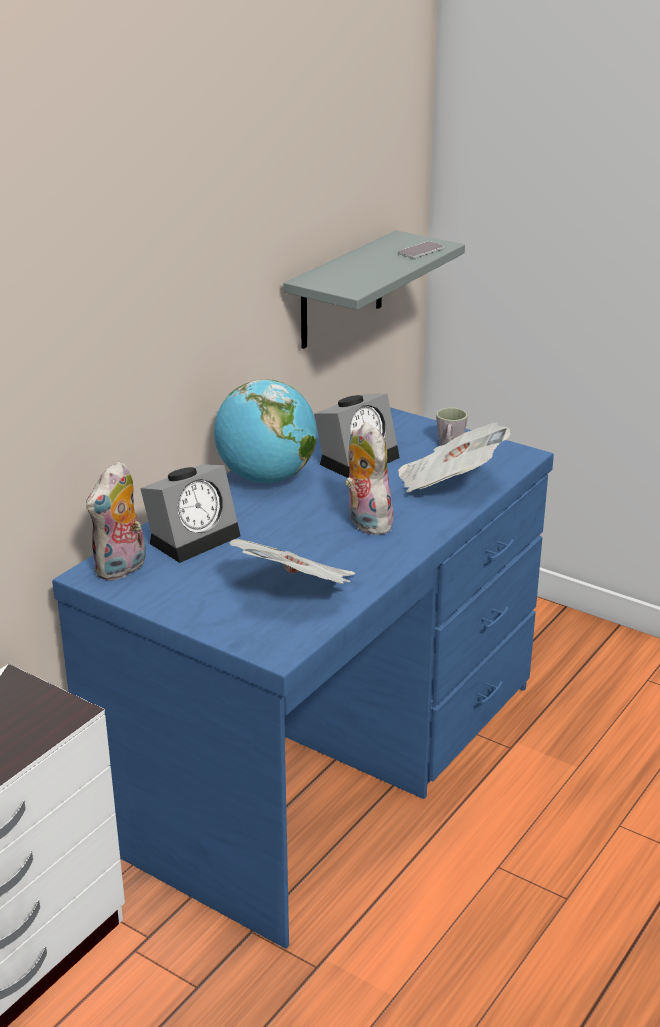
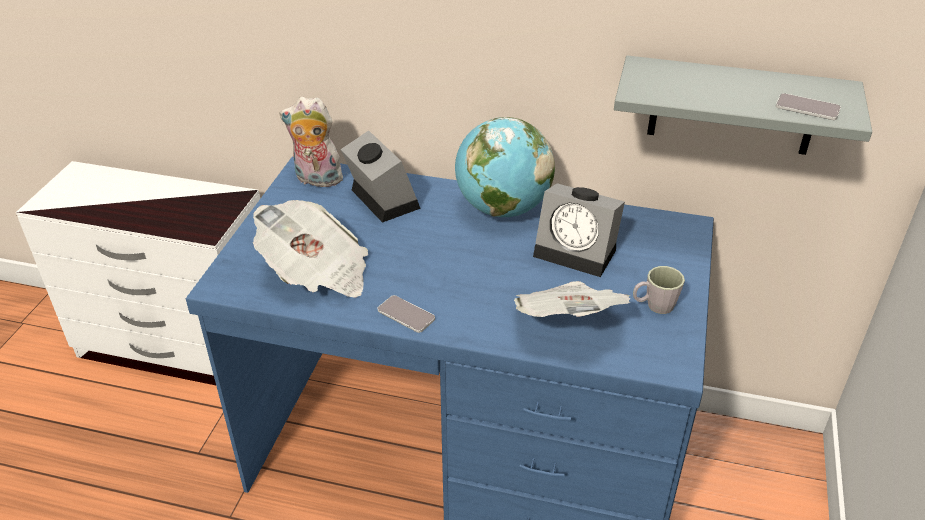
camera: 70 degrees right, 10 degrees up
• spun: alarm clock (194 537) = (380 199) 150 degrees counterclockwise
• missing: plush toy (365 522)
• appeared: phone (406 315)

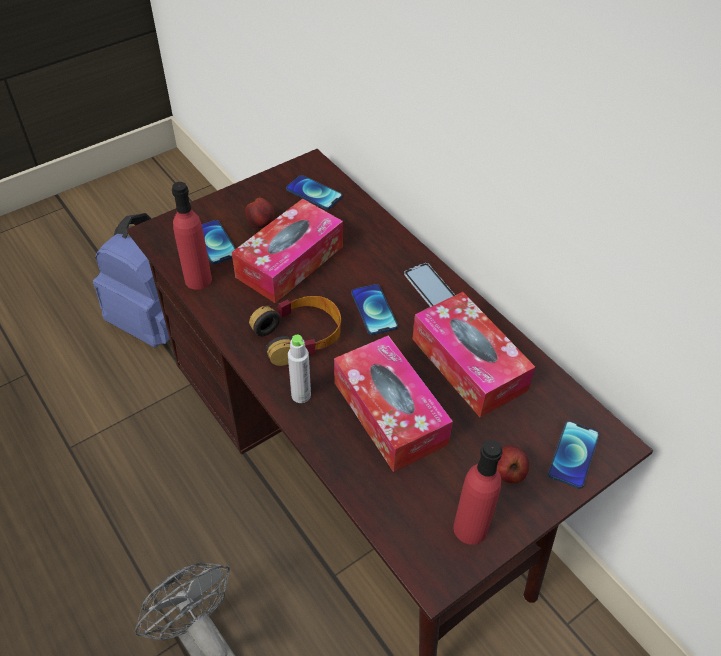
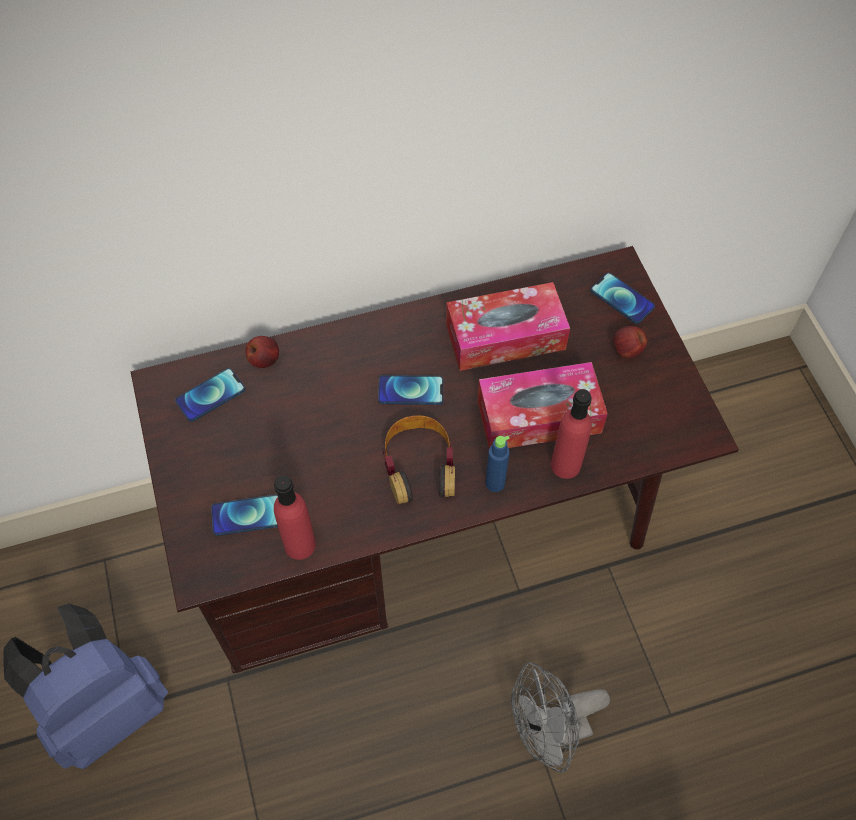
camera: 70 degrees left, 10 degrees up
• missing: tissue box (290 261)
• relocated: apple (261 224) to (264 360)
• colour: grey bottle (301 395) to blue bottle (495 483)
• missing: phone (430 287)
• relocated: red bottle (470 528) to (565 465)

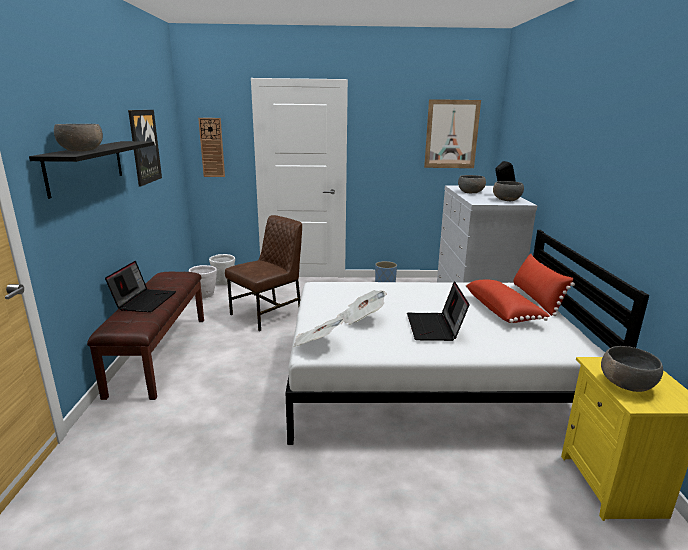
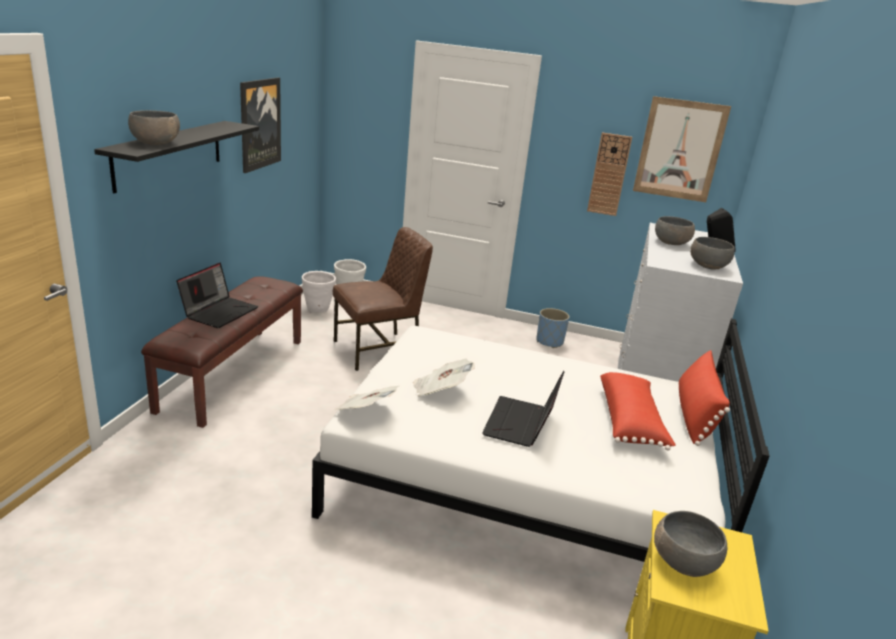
camera: 15 degrees right, 5 degrees up
• relocated: wall clock (212 147) to (609 174)

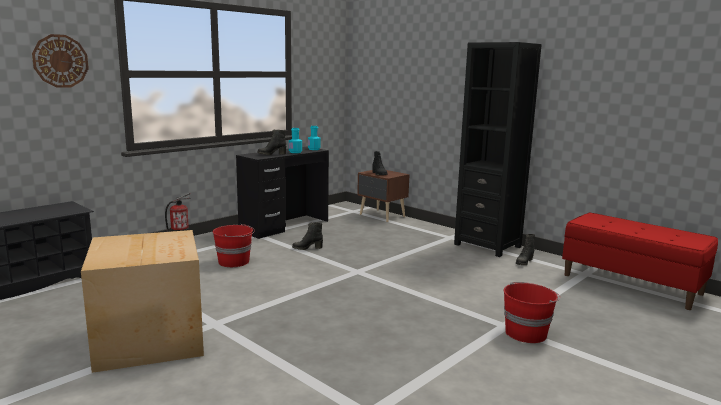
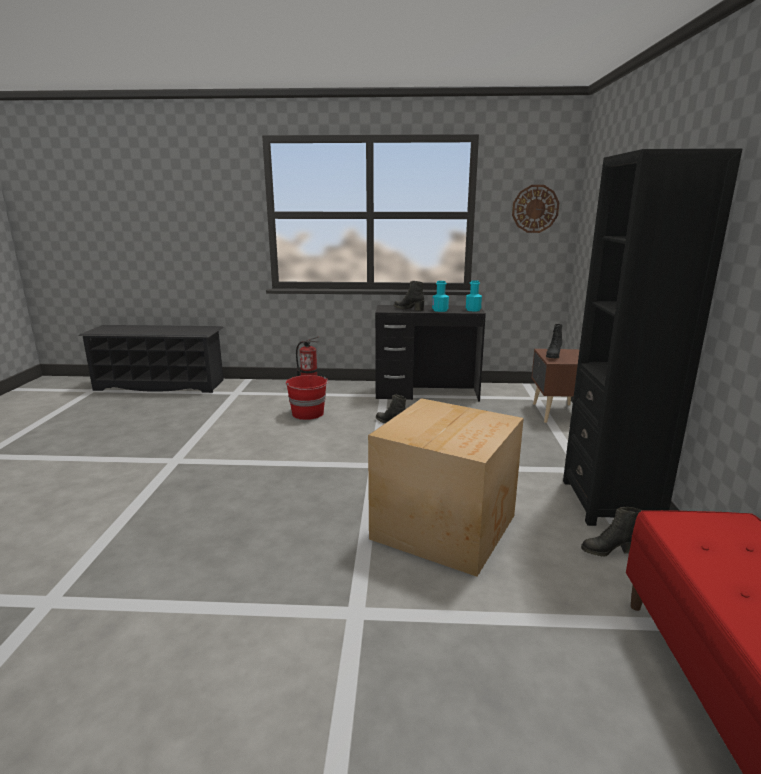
camera: 50 degrees right, 5 degrees up
• relocated: wall clock (60 61) to (535 209)
• relocated: cardboard box (151 338) to (446 526)
• missing: red bucket (526 333)

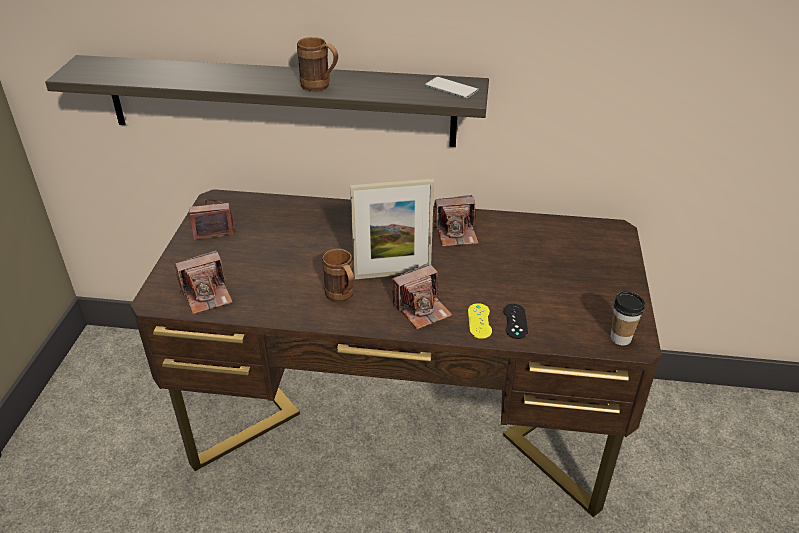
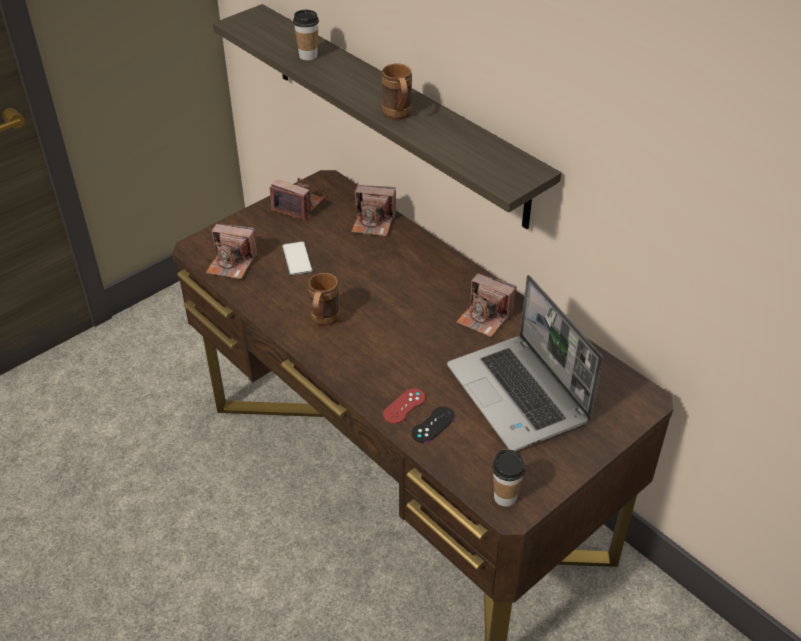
camera: 40 degrees right, 5 degrees up
• missing: picture frame (392 274)
• relocated: photo camera (422 309) to (373 222)
• relocated: phone (451 88) to (297 258)
• colour: yellow game controller (479 321) to red game controller (404 406)
• appeared: cup (308 56)
• appeared: laptop (519 395)

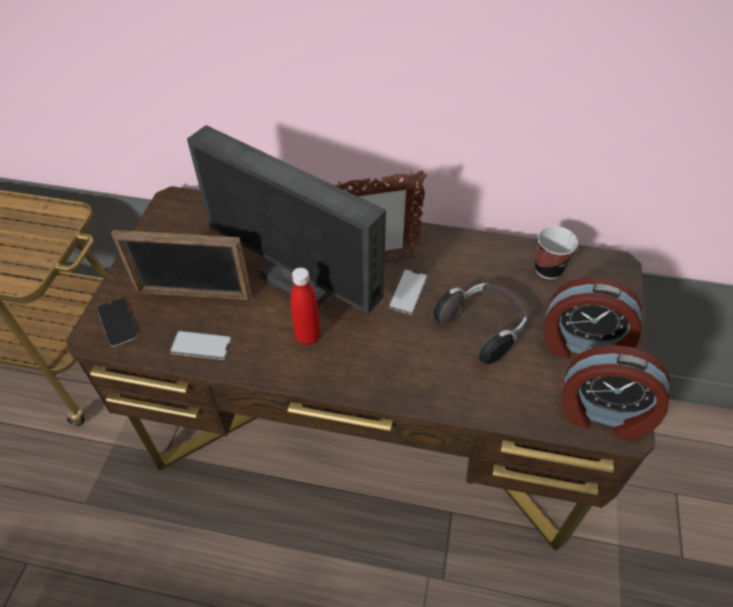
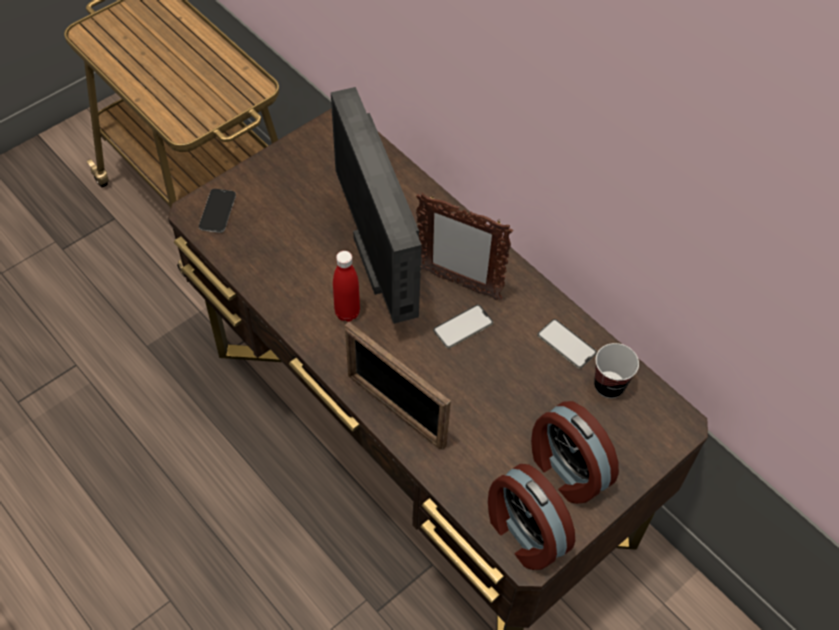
camera: 35 degrees right, 5 degrees up
• relocated: picture frame (194 295) to (395 410)
• relocated: phone (201 345) to (566 344)
• missing: headphones (482 329)

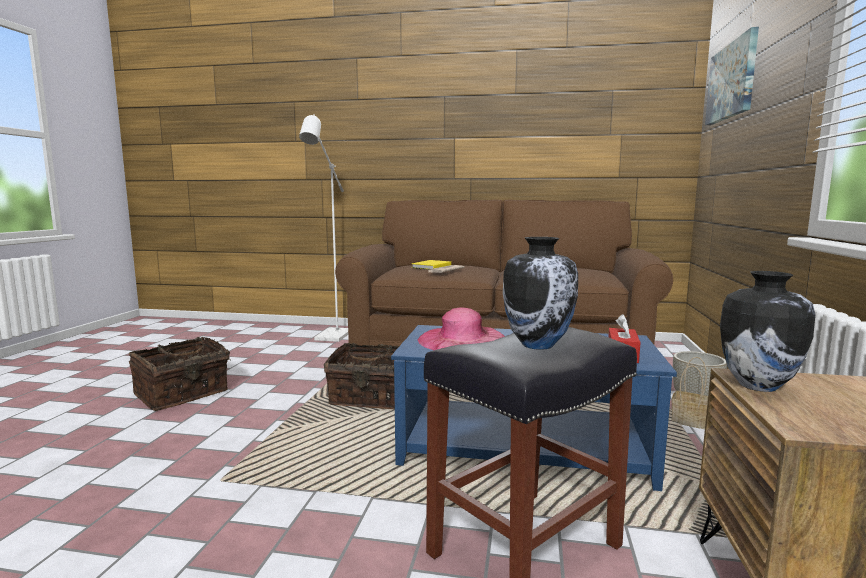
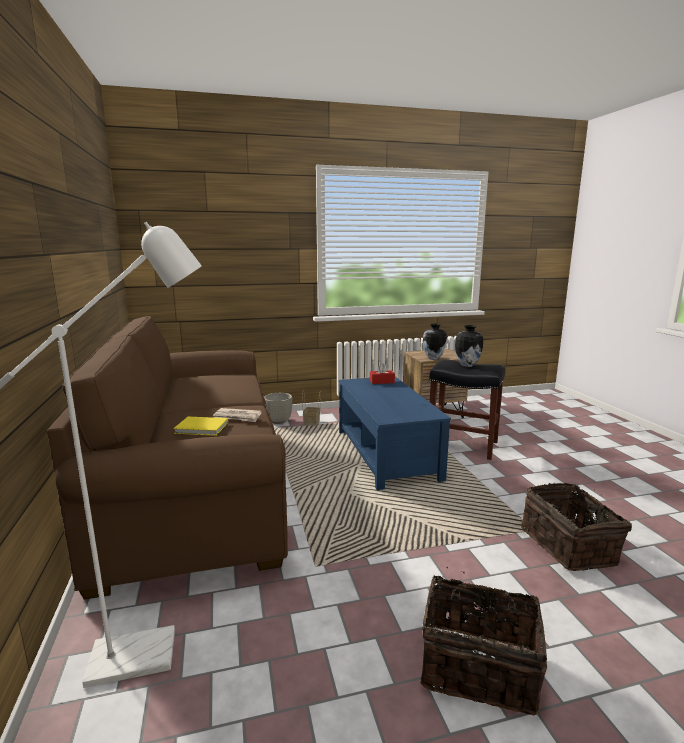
camera: 115 degrees left, 5 degrees up
• relocated: basket (371 398) to (570 545)
• missing: pink hat (462 340)
• missing: picture (732 81)

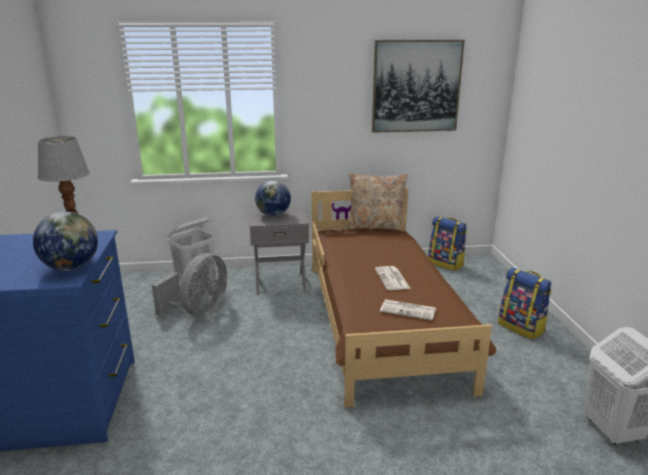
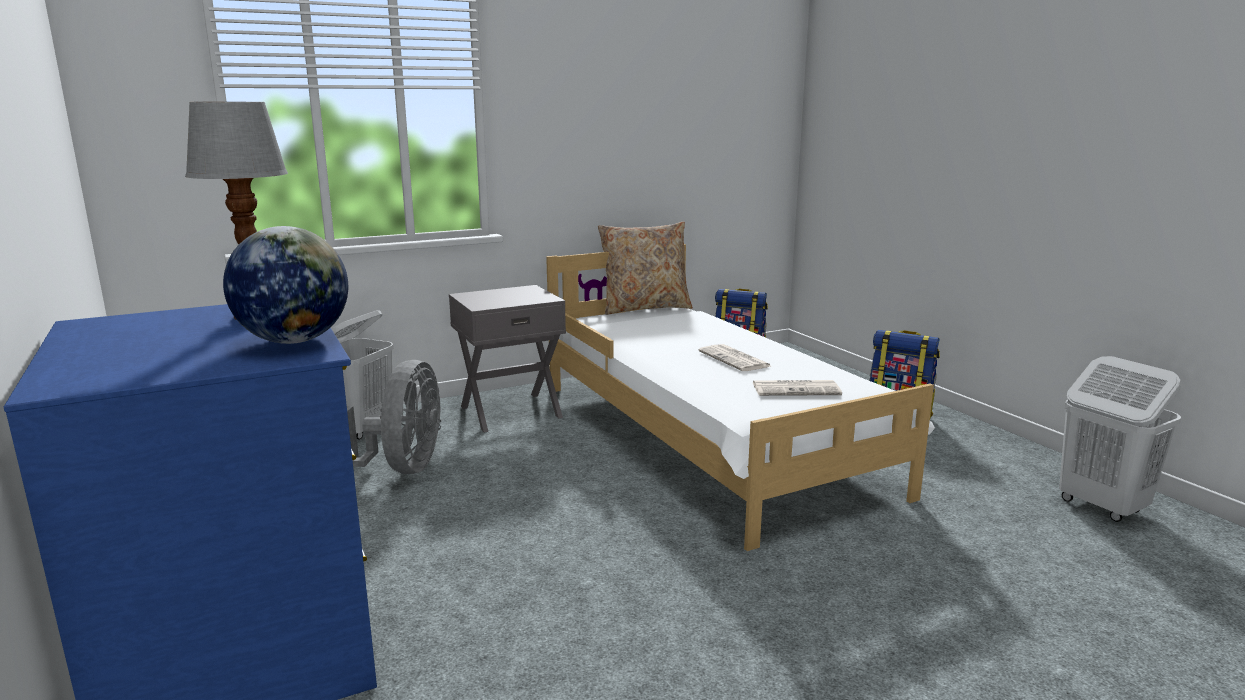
camera: 20 degrees left, 5 degrees down
• missing: globe (273 215)
• colour: brown bed (381 321) to white bed (709 437)
• missing: picture (416 86)

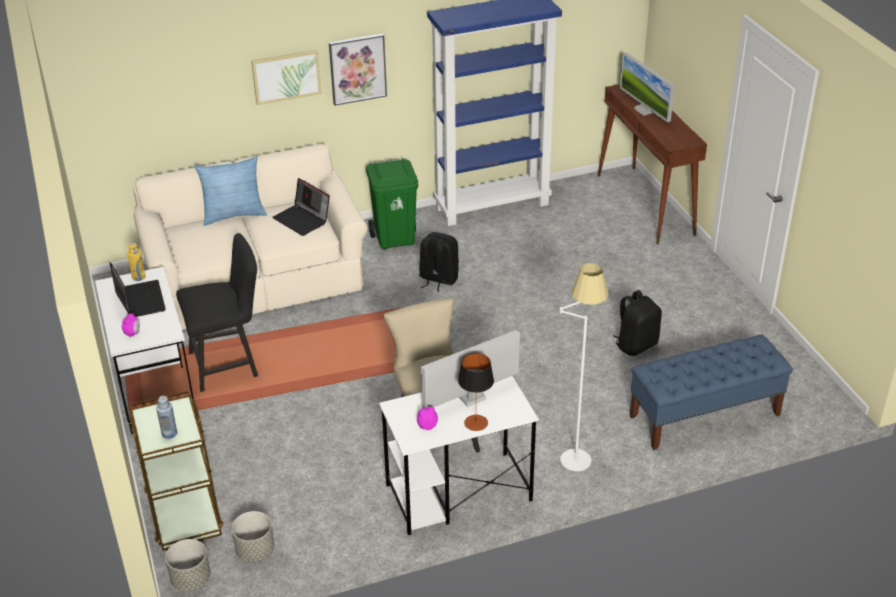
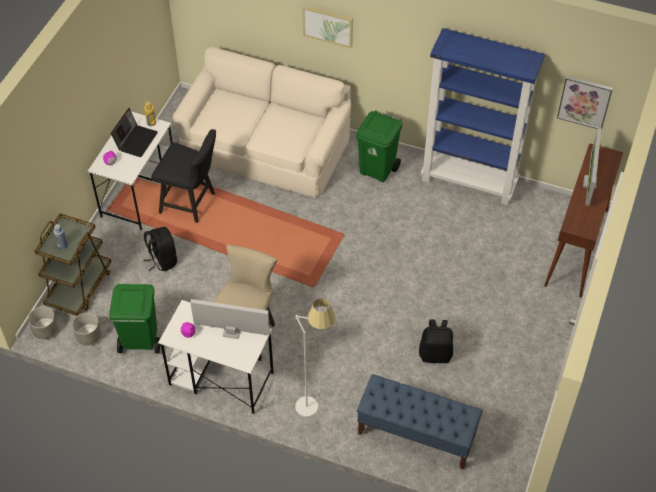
camera: 40 degrees right, 15 degrees up
• missing: pillow (233 214)
• missing: laptop (303 220)
• relocated: picture (357 68) to (584 102)
• relocated: black backpack (438 279) to (162 260)
• missing: table lamp (476 423)
• appeared: green trash can (140 341)

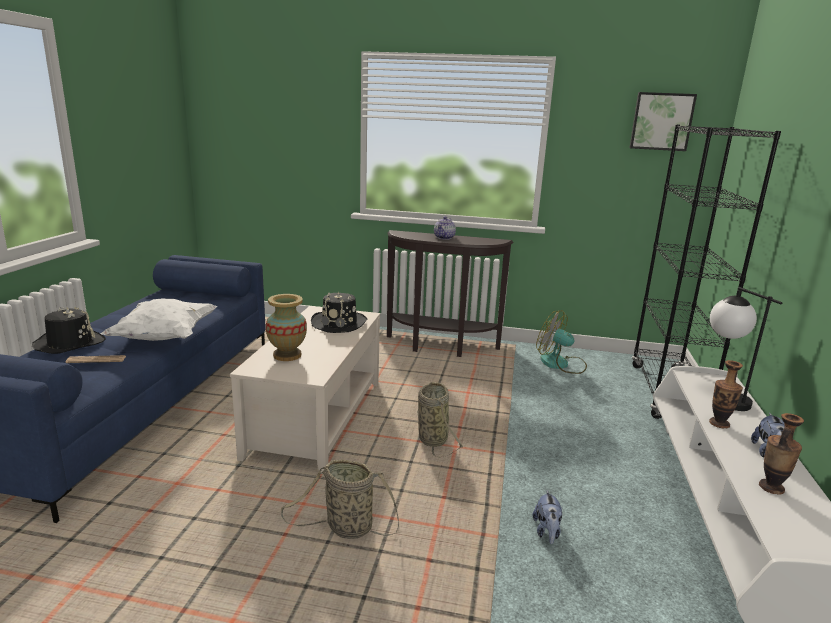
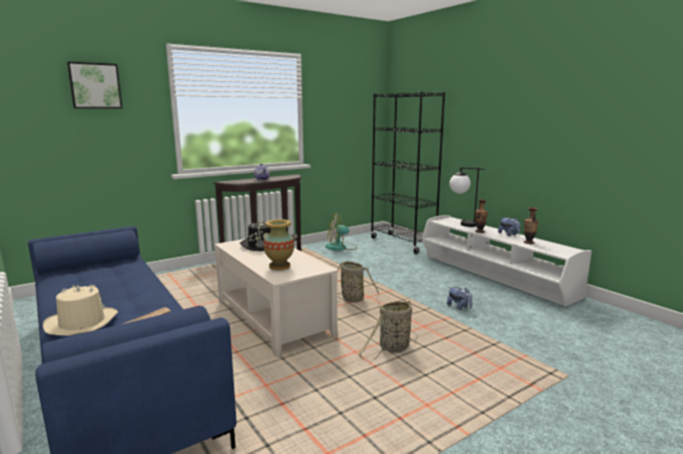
camera: 45 degrees left, 5 degrees down
• colour: black hat (69 343) to beige hat (81 323)
• missing: white pillow (164 337)
• relocated: picture (661 121) to (95 86)

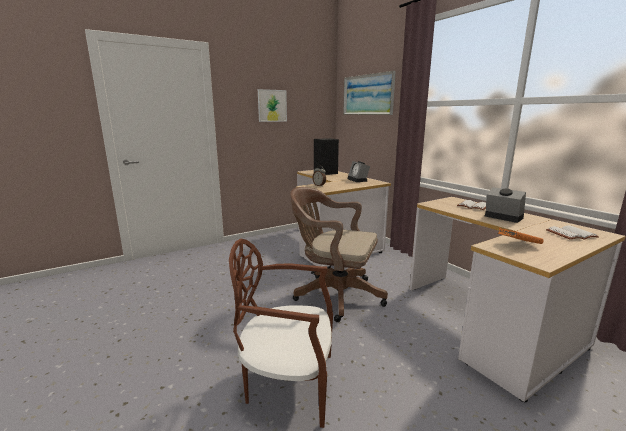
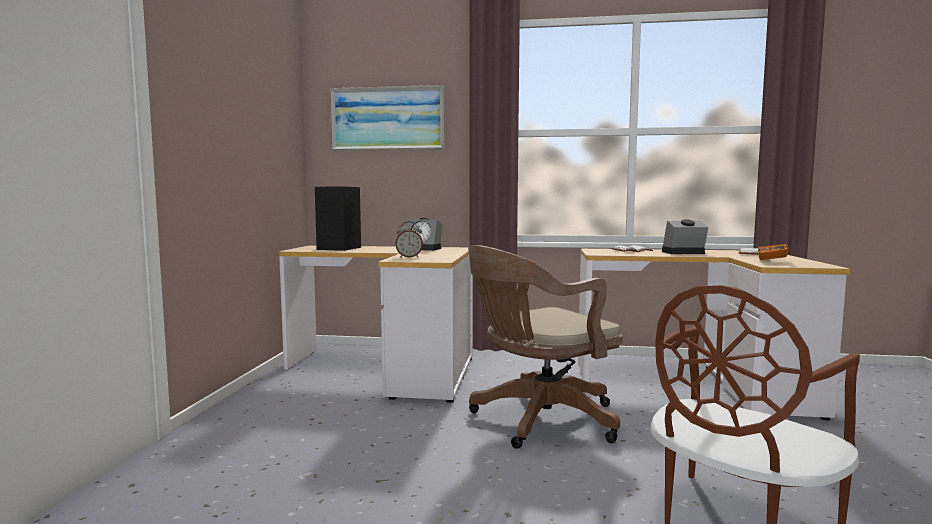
camera: 50 degrees left, 10 degrees down
• missing: picture (272 105)

